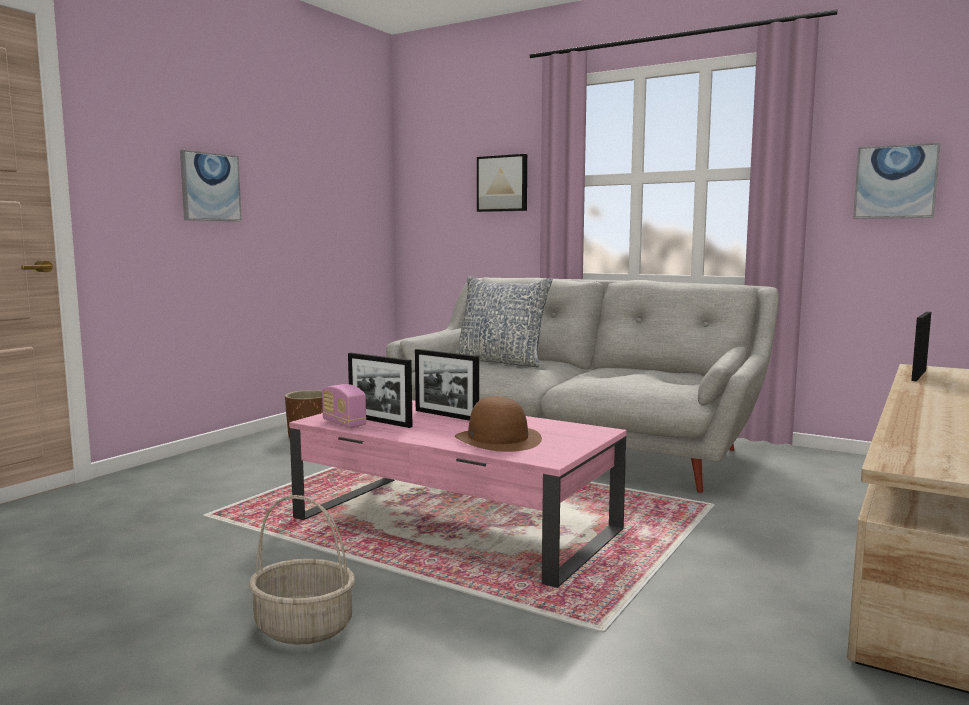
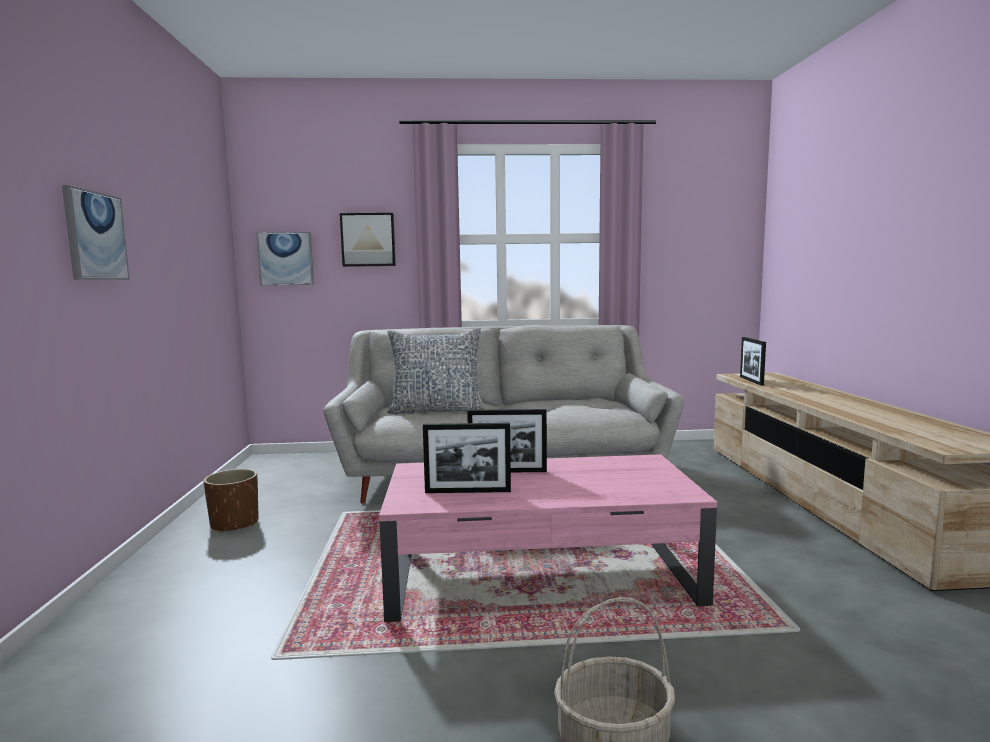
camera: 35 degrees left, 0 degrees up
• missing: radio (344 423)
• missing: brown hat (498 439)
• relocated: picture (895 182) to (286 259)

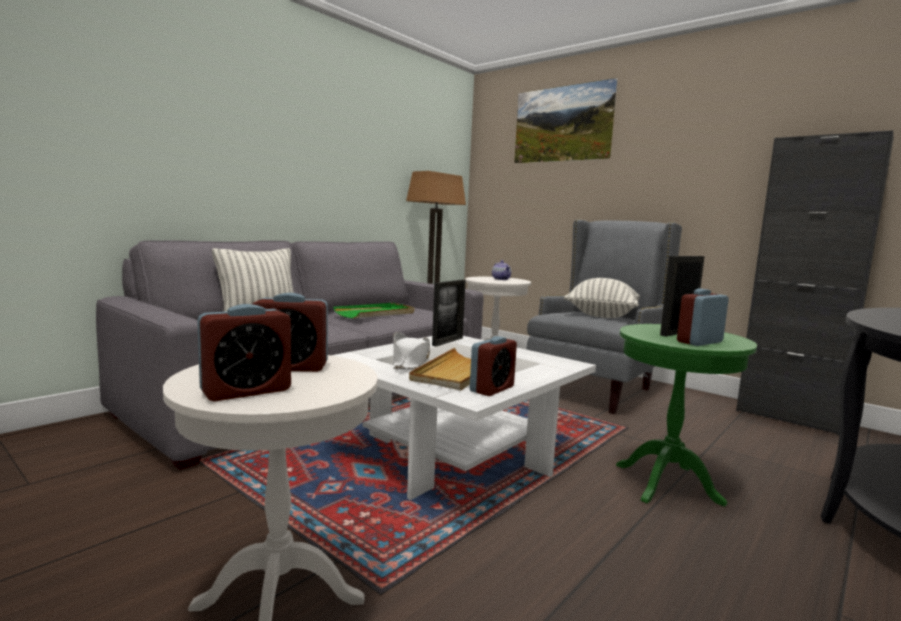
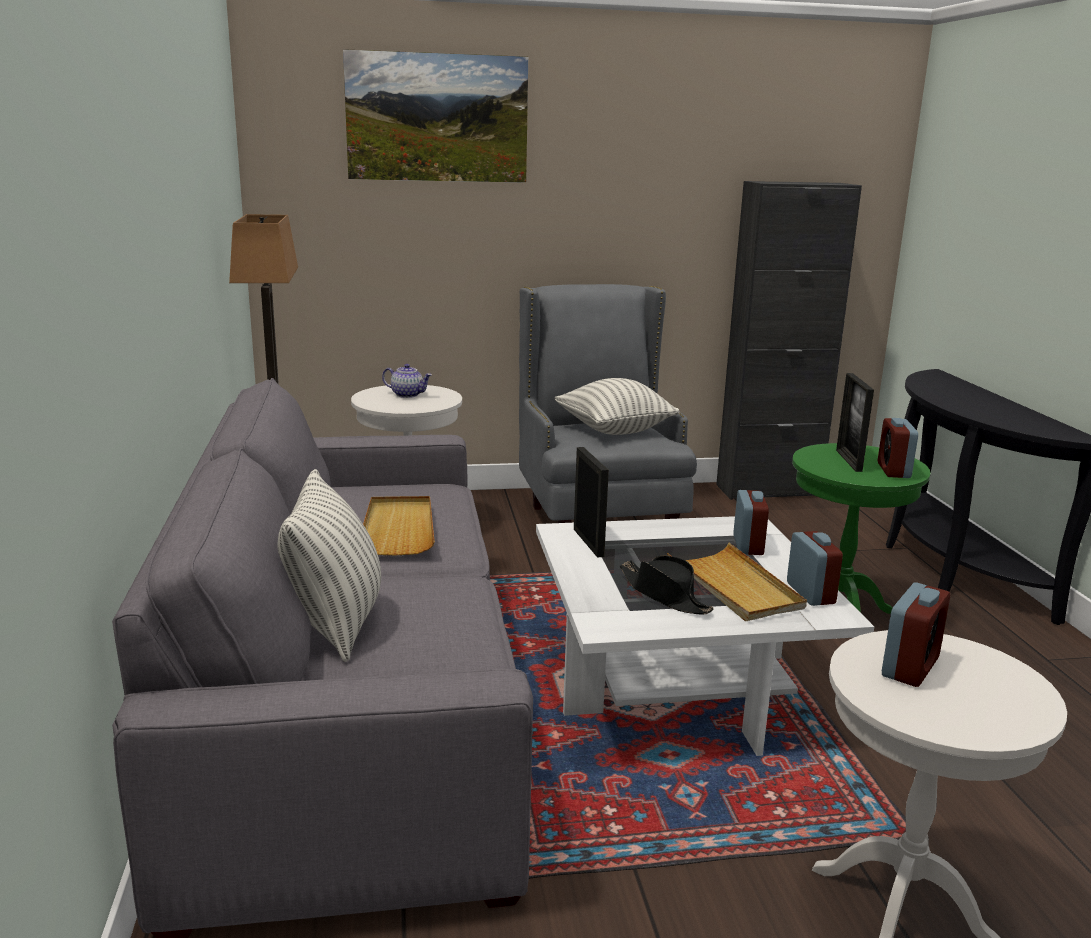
camera: 50 degrees left, 10 degrees up
• relocated: alarm clock (246 391) to (748 545)
• colour: green tray (375 313) to beige tray (398 529)
• colour: white hat (410 362) to black hat (665 595)

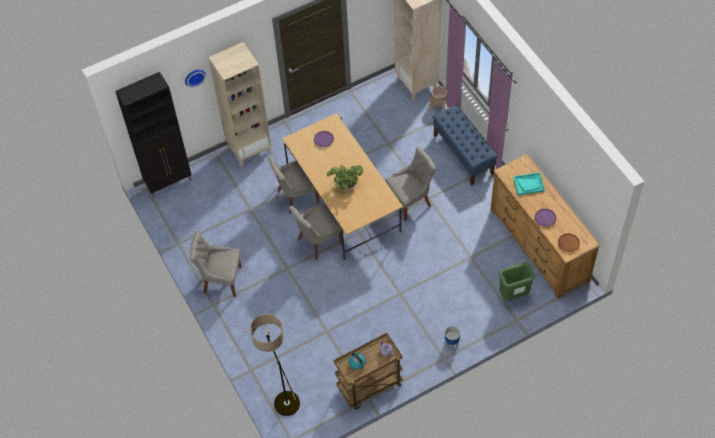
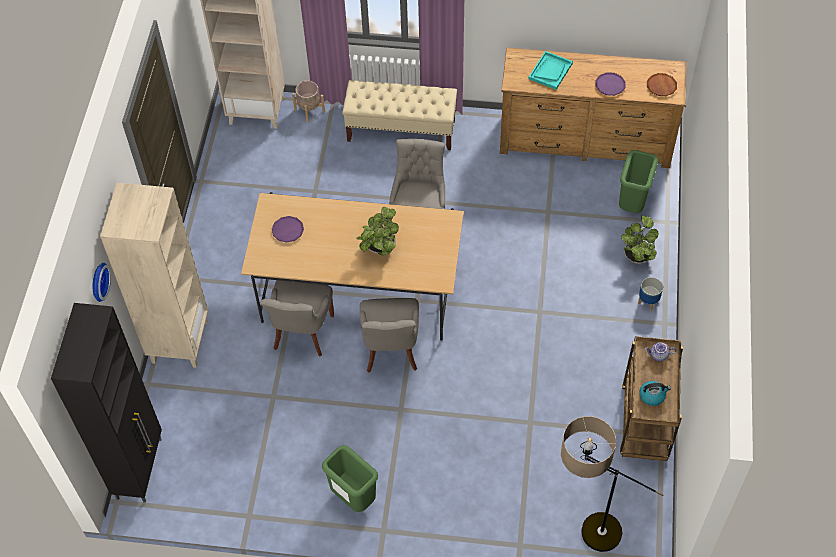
camera: 55 degrees left, 0 degrees up
• exchanged: grey chair (221 280) to green trash can (353 497)
• colour: blue bench (463 155) to beige bench (401 130)
• appeared: potted plant (637 255)

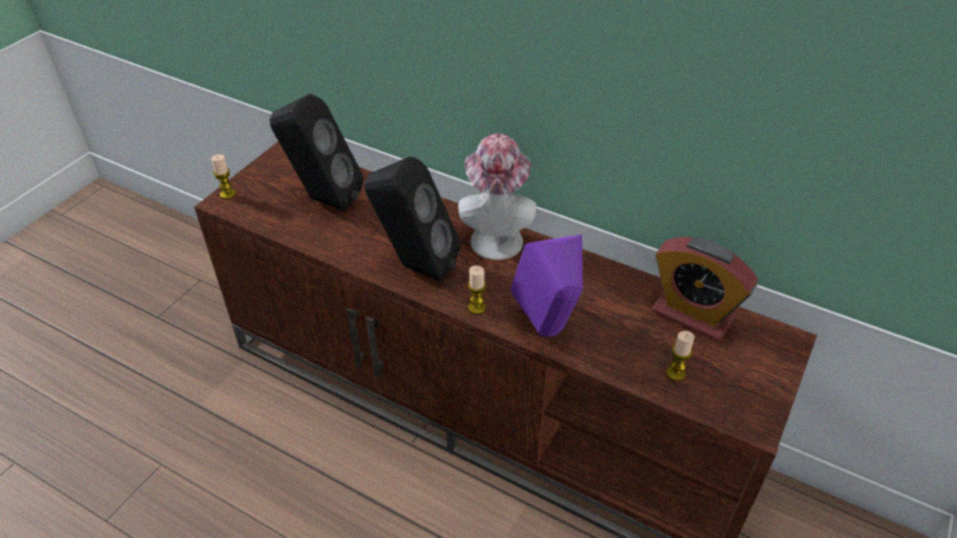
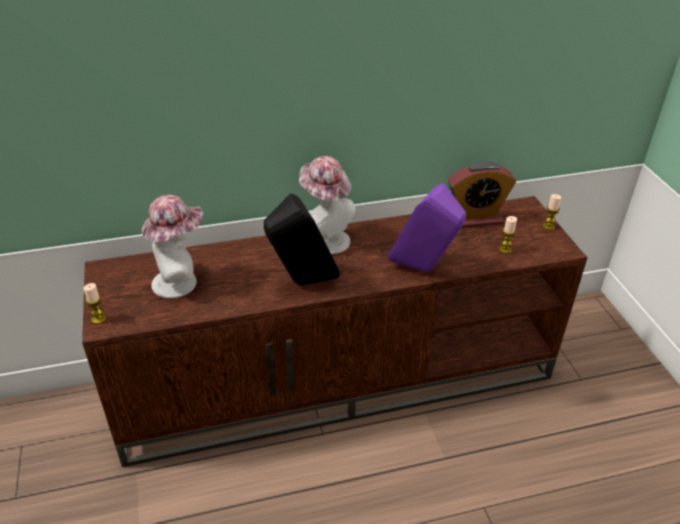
camera: 45 degrees left, 5 degrees down
• exchanged: black speaker (322 199) to hat (180 281)
• relocated: candle (476 307) to (548 226)

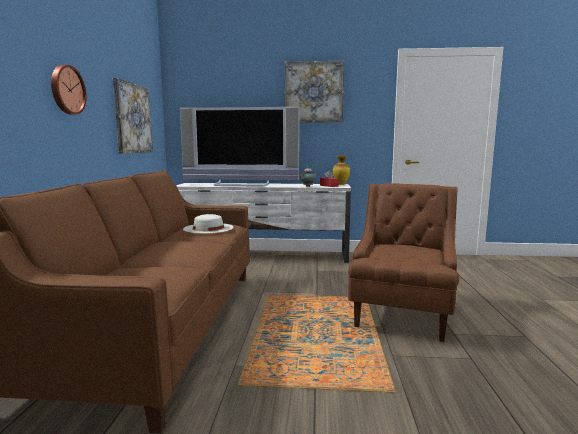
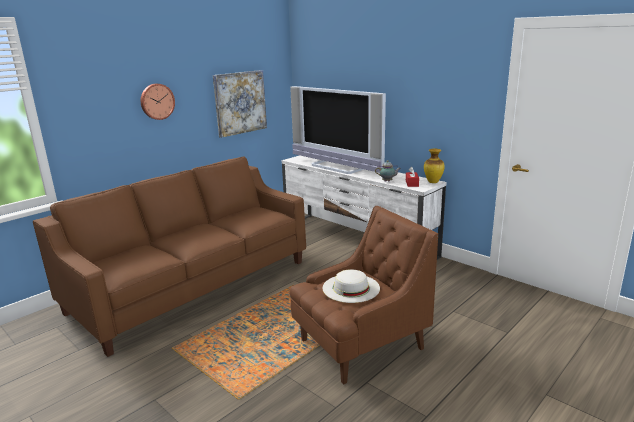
camera: 40 degrees right, 10 degrees up
• relocated: white hat (208 228) to (351 288)
• missing: picture (313 92)

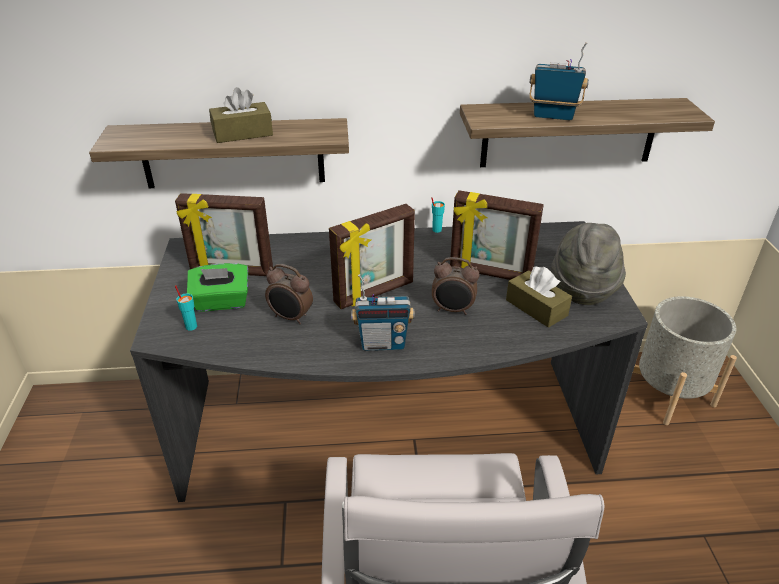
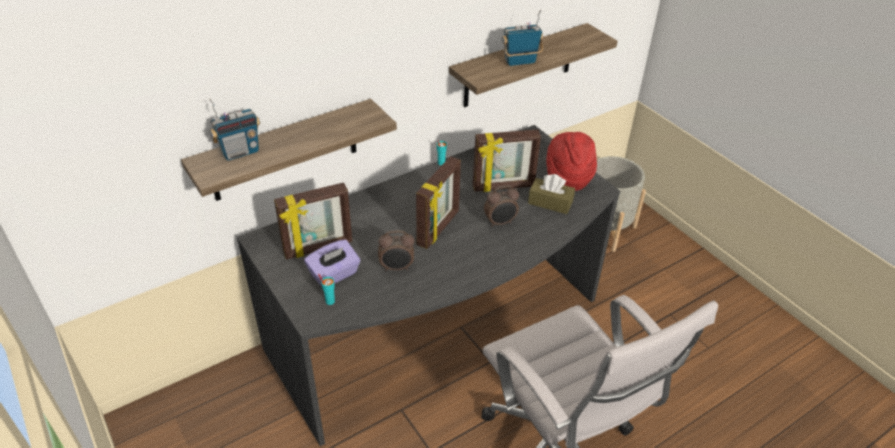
camera: 30 degrees left, 5 degrees up
• colour: green tissue box (221 302) to purple tissue box (334 275)
• missing: brown tissue box (242 133)
• relocated: radio (382 343) to (240 152)
• colour: grey hat (582 288) to red hat (567 178)

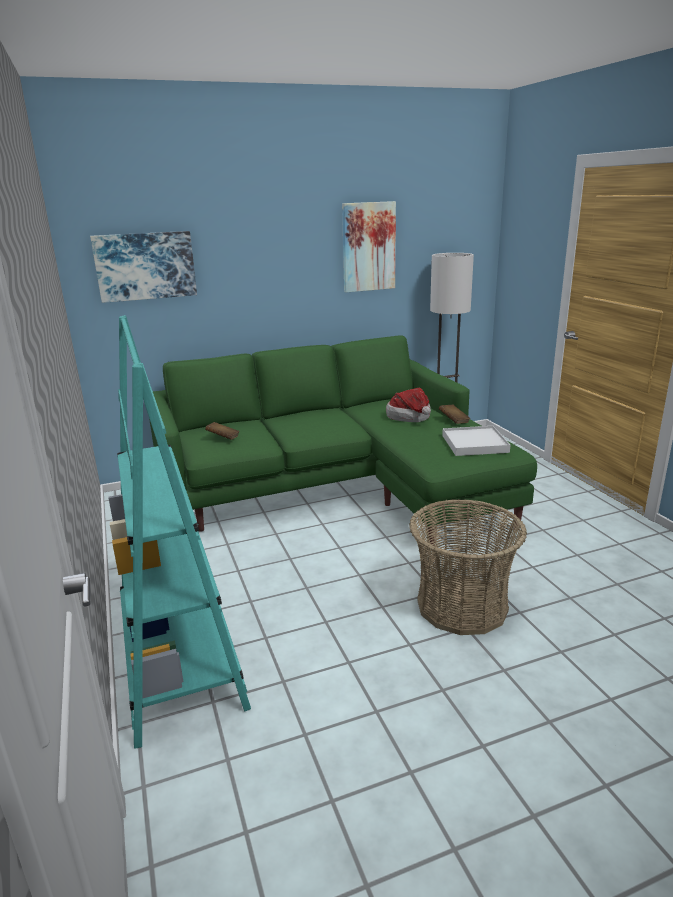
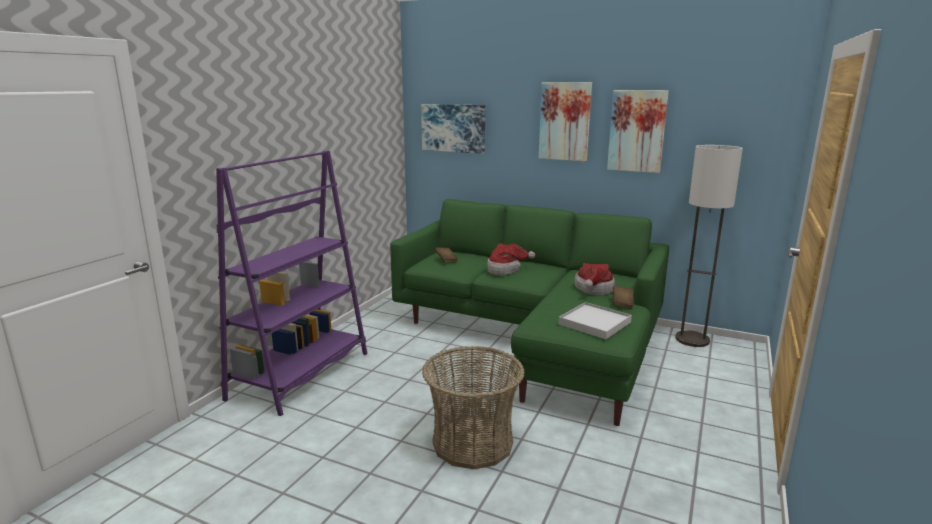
camera: 45 degrees right, 5 degrees down
• colour: turquoise bookcase (180 655) to purple bookcase (301 375)
• appeared: hat (505 269)
• appeared: picture (565 121)

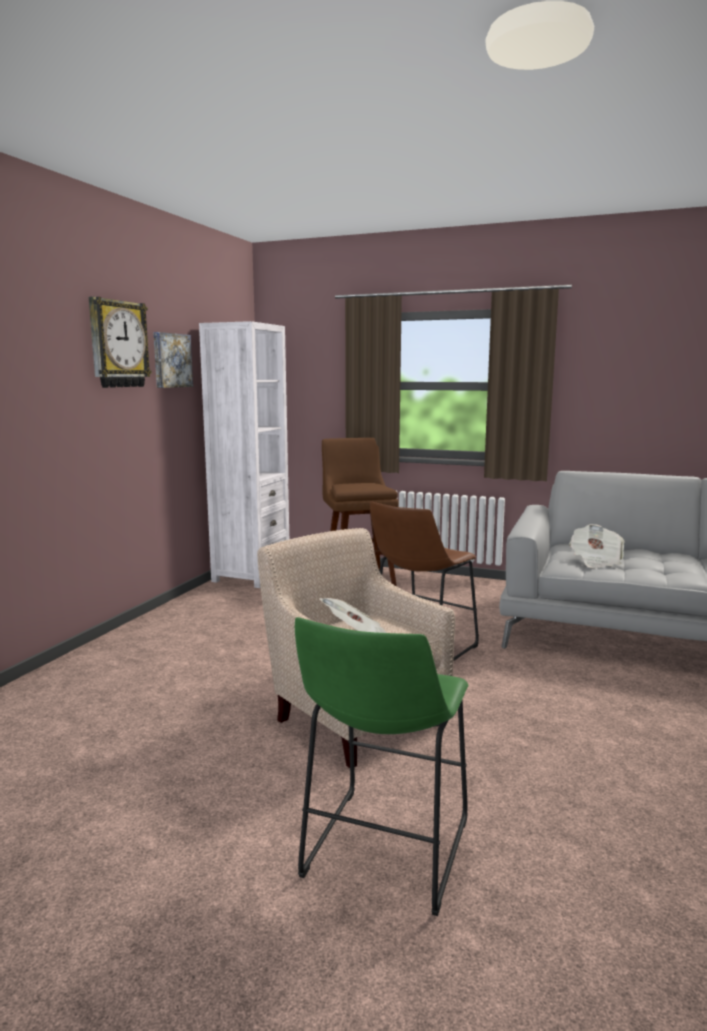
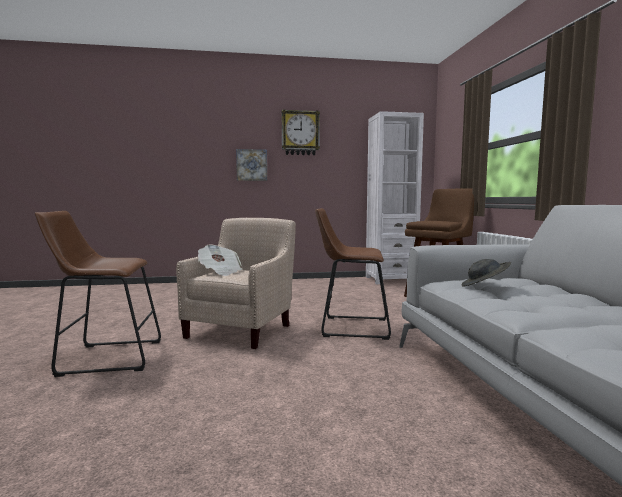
camera: 60 degrees right, 5 degrees down
• relocated: picture (171 360) to (251 165)
• colour: green stool (383 854) to brown stool (106 357)
• exchanged: newspaper (595 561) to grey hat (485 287)

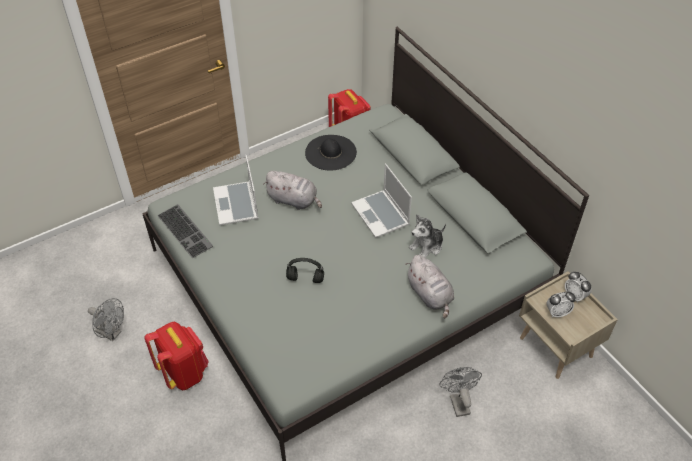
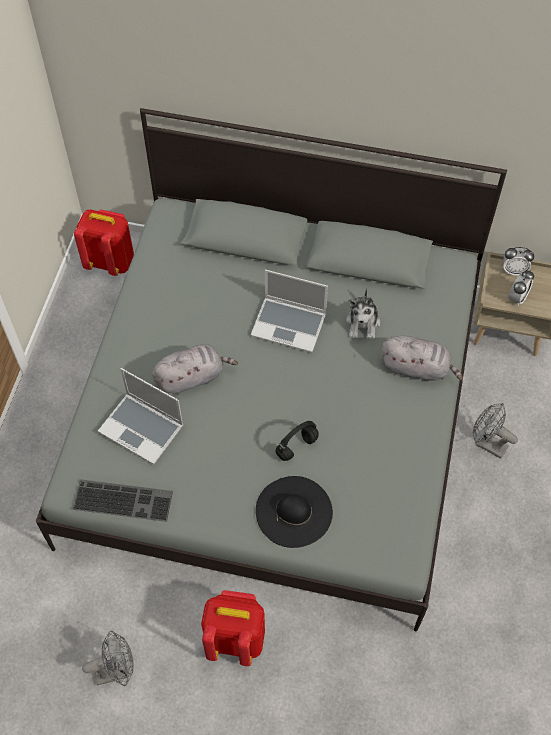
camera: 45 degrees left, 10 degrees up
• relocated: black hat (331 152) to (294 511)

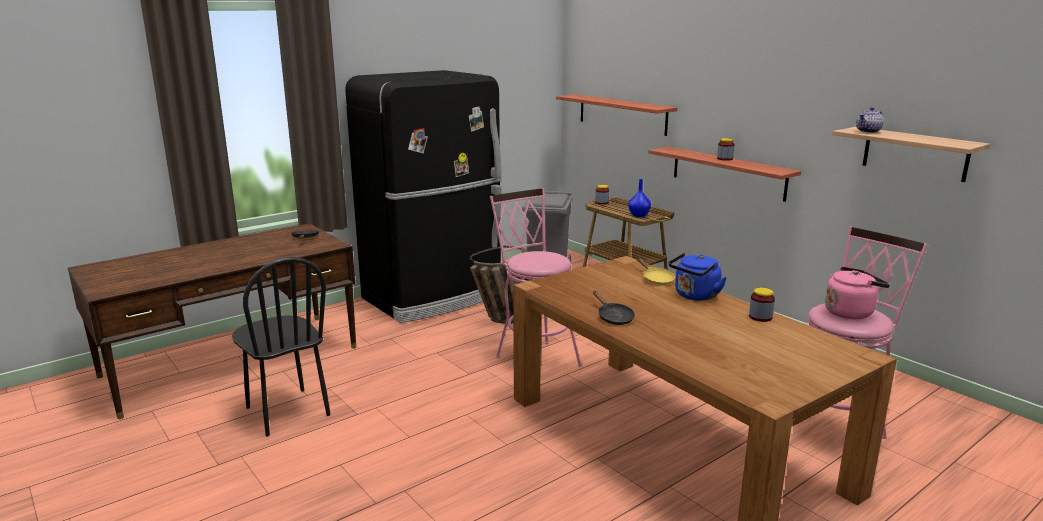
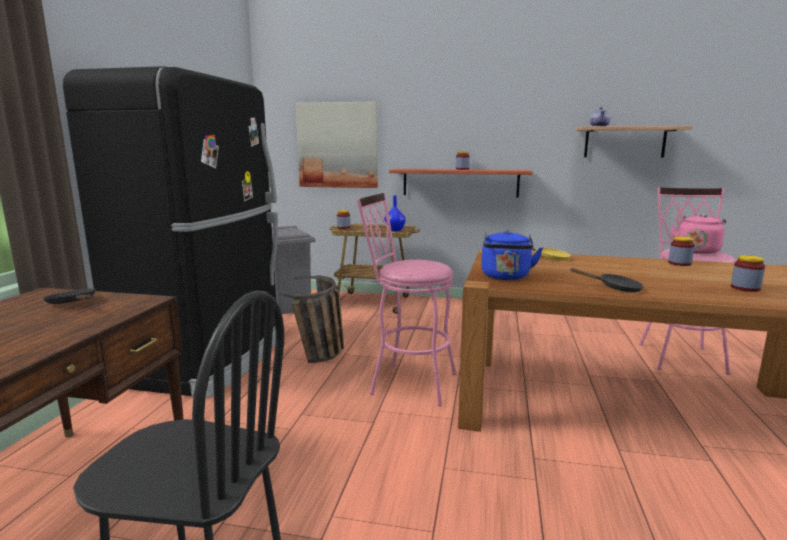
camera: 40 degrees left, 5 degrees down
• exchanged: shelf (622 114) to picture (337 145)
• relocated: blue kettle (695 296) to (506 277)
• appeared: jar (745 288)

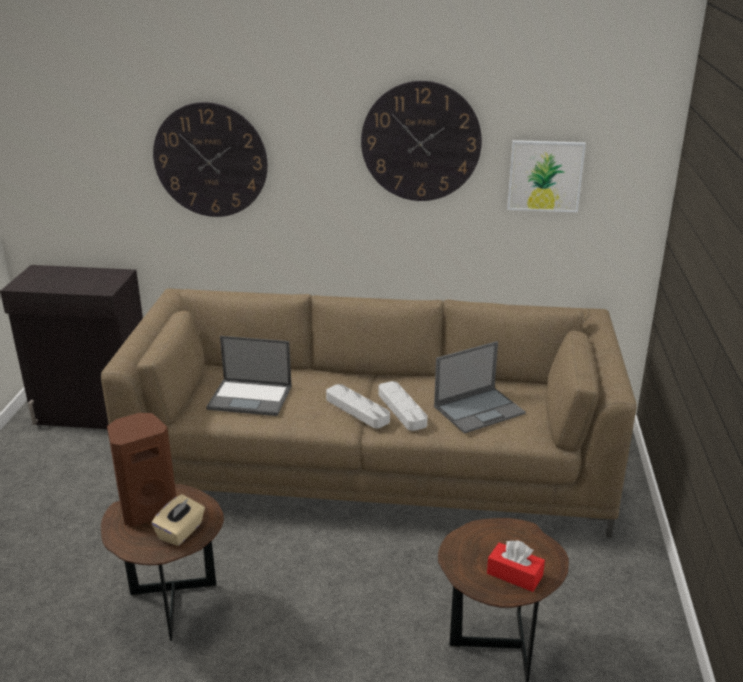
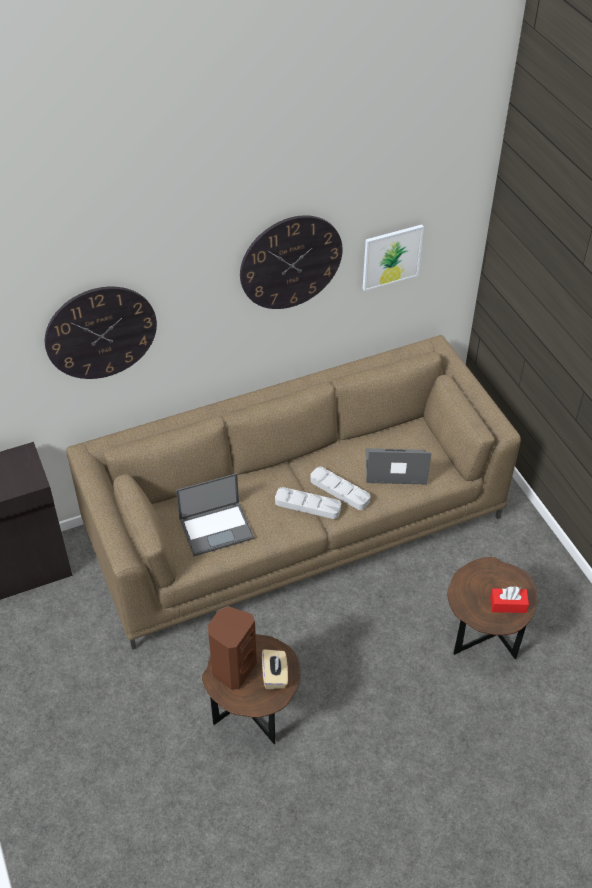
camera: 30 degrees left, 20 degrees up
• spun: laptop (480 410) = (395 467) 120 degrees counterclockwise

